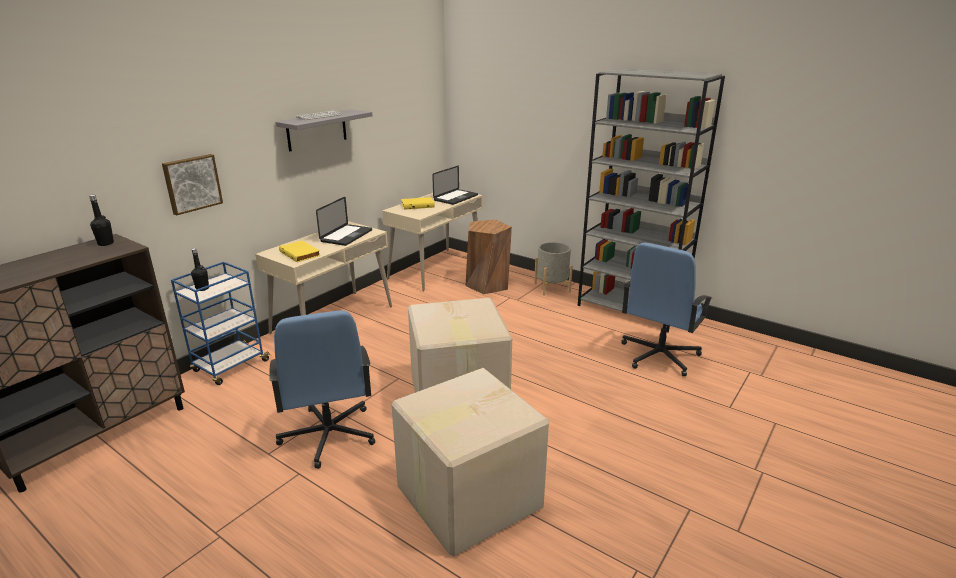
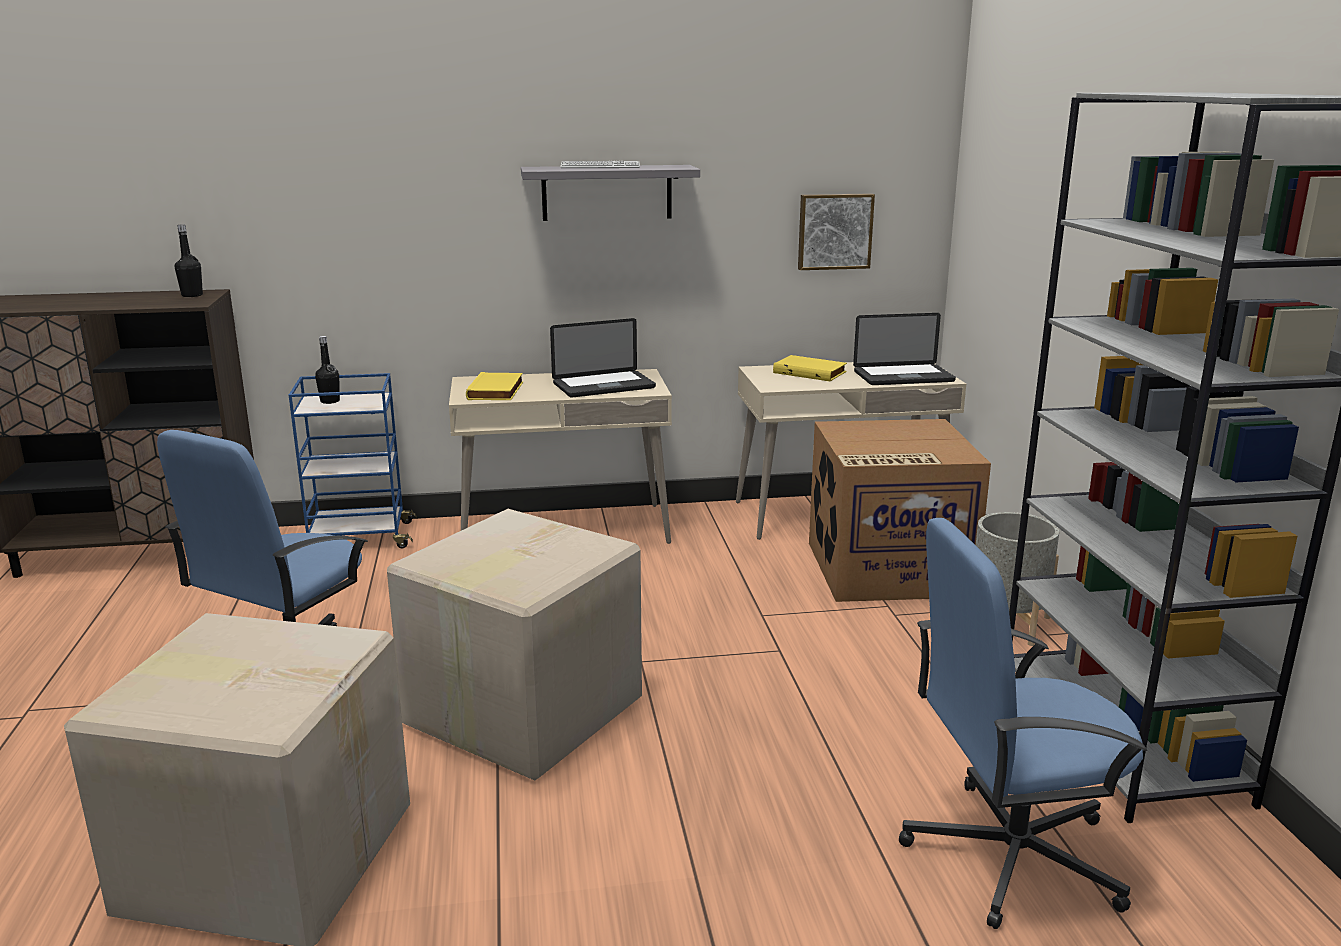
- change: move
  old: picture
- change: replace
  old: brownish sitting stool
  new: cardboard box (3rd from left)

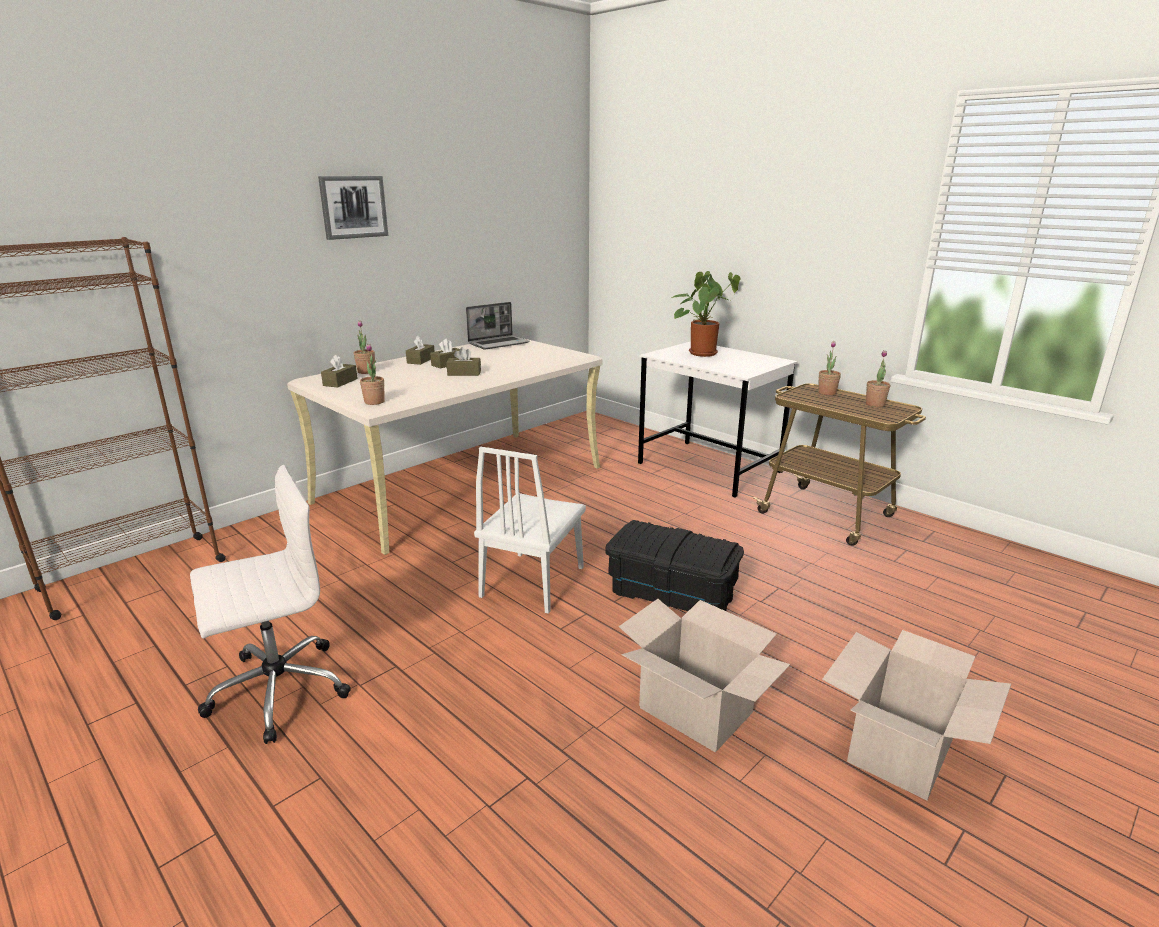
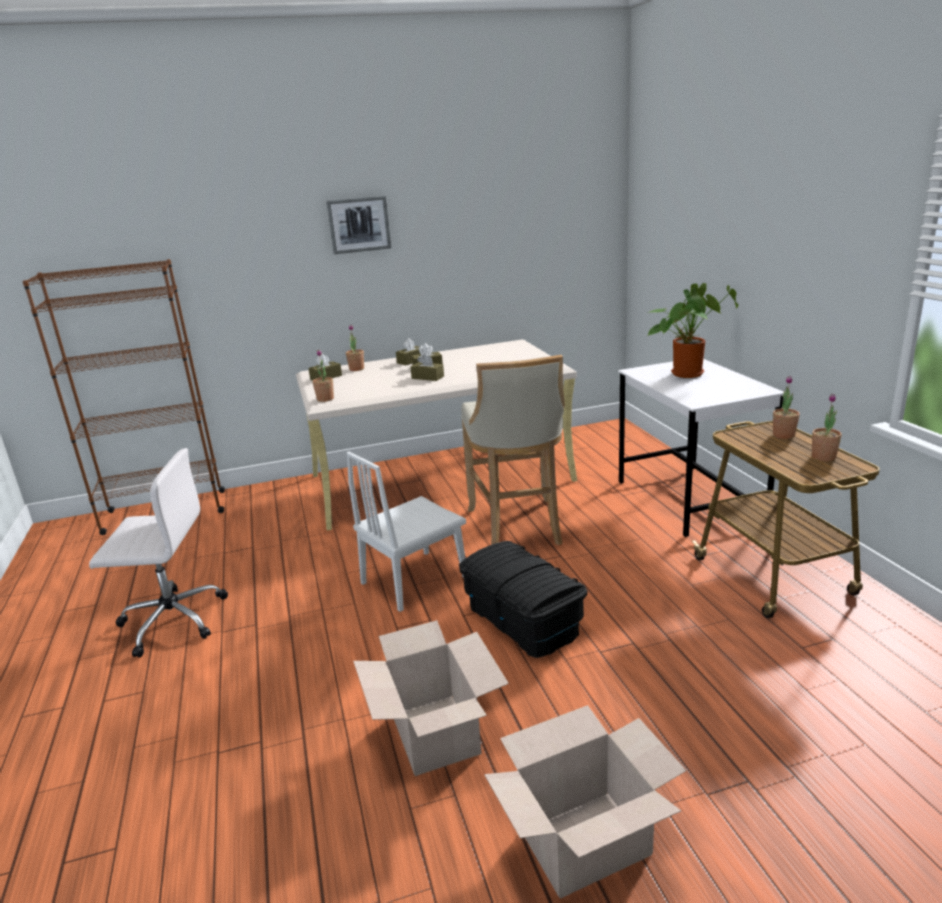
- change: delete
  old: portable computer
- change: insert
  new: beige sitting stool

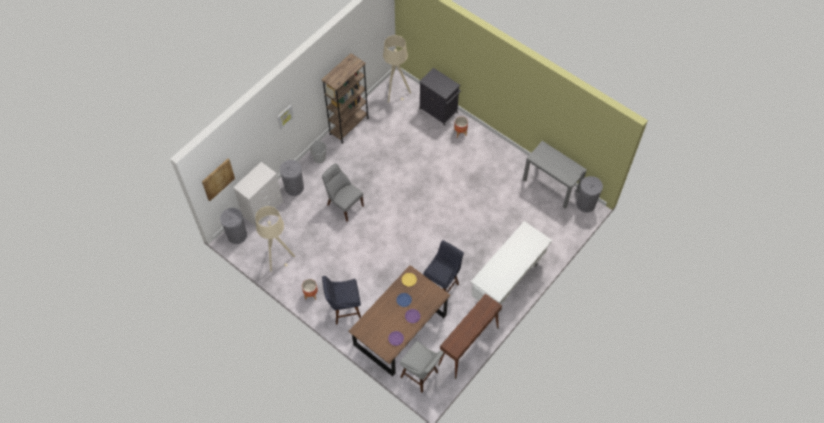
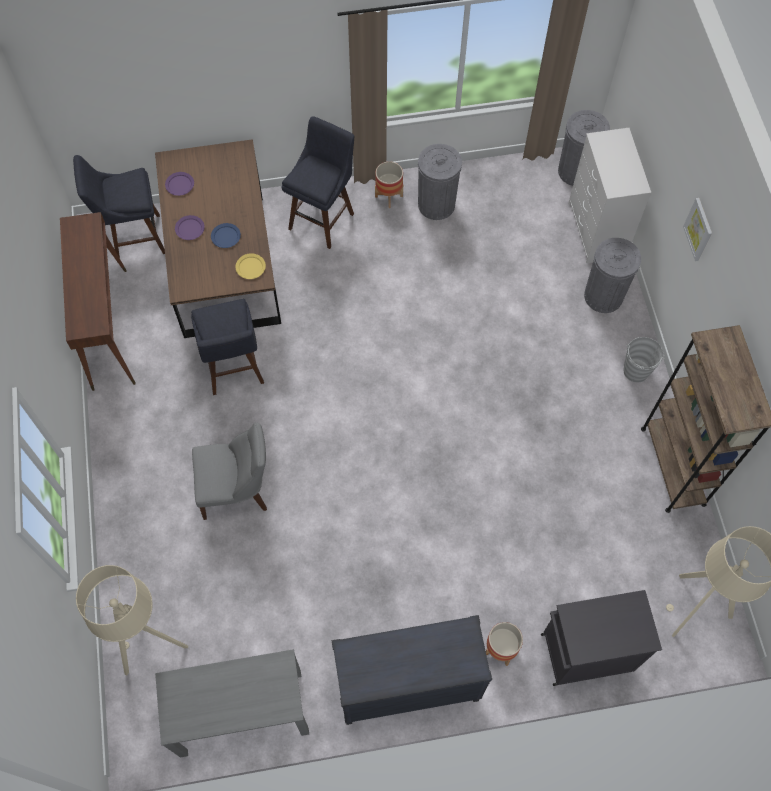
- change: delete
  old: picture (1st from left)
- change: move
  old: beige standing lamp (1st from left)
- change: move
  old: gray chair
- change: recolor
  old: gray sitting stool
  new: bluish sitting stool (1st from left)
- change: delete
  old: white-coloured desk
- change: move
  old: gray trash can (3rd from left in the first image)
  new: gray trash can (1st from left)
- change: insert
  new: black chest of drawers

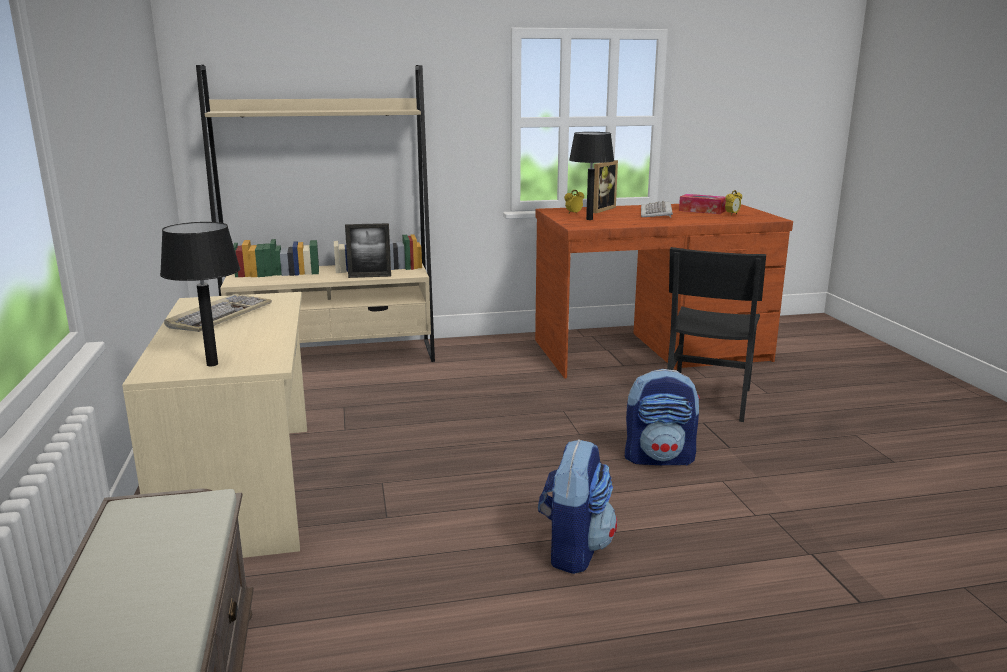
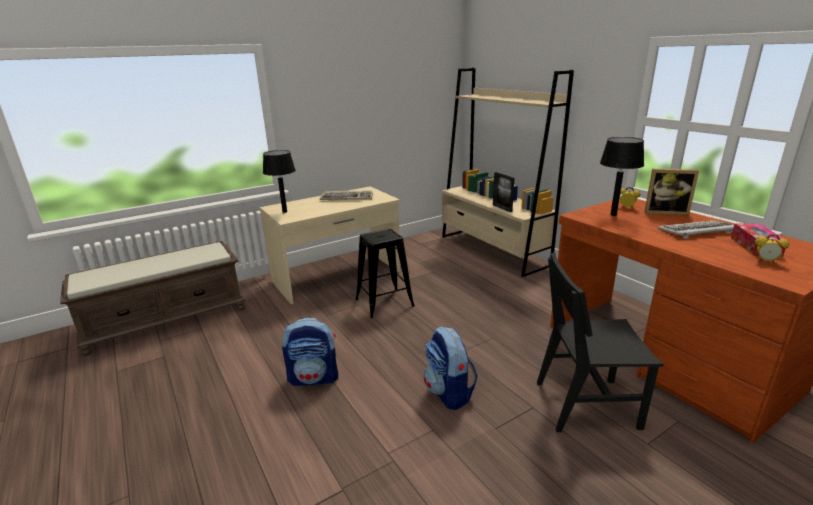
- change: insert
  new: black sitting stool

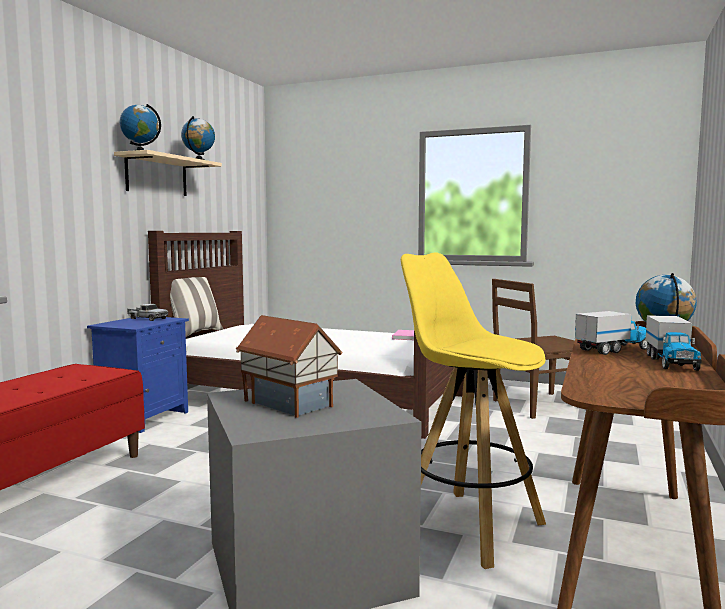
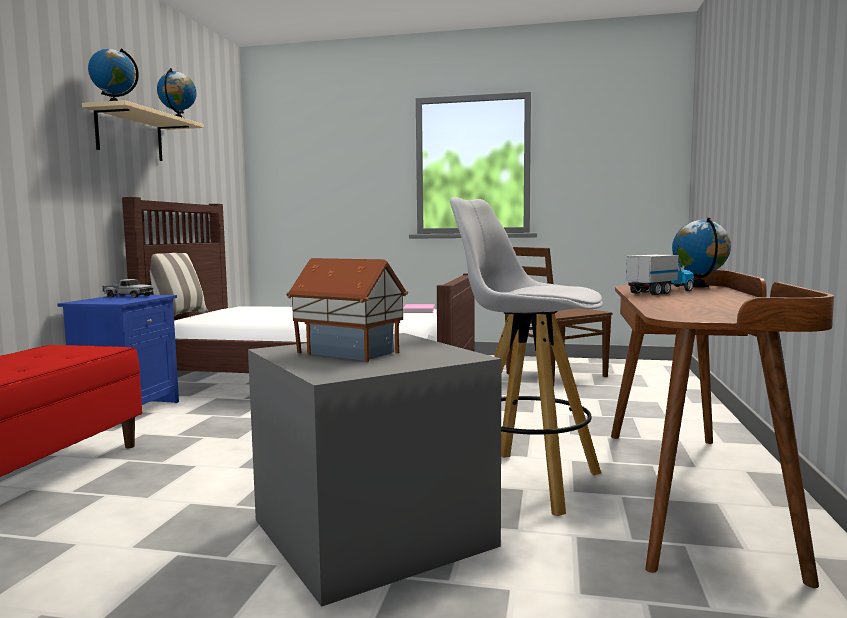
- change: recolor
  old: yellow sitting stool
  new: white-coloured sitting stool
- change: delete
  old: model truck (3rd from left)

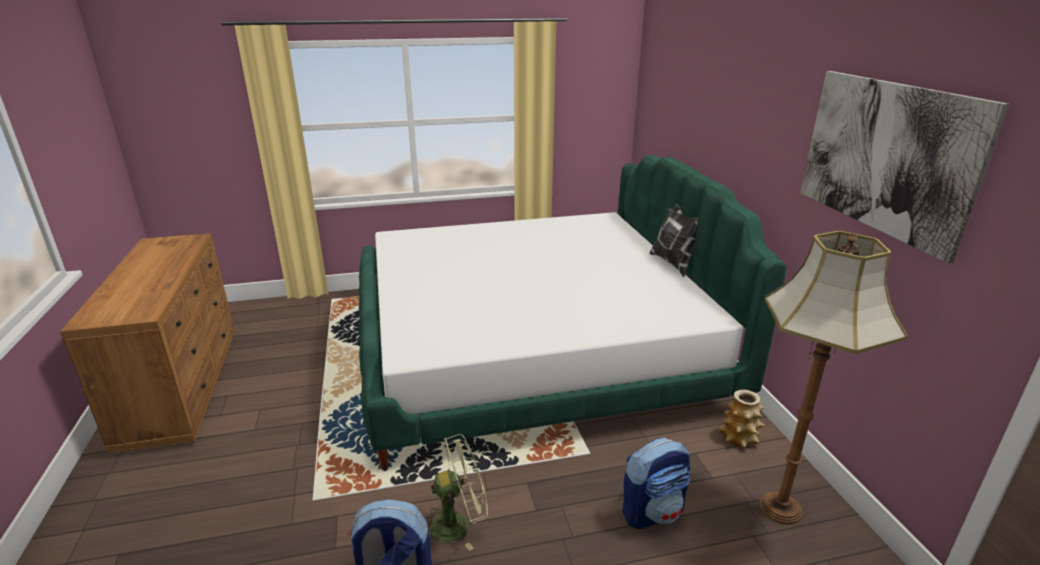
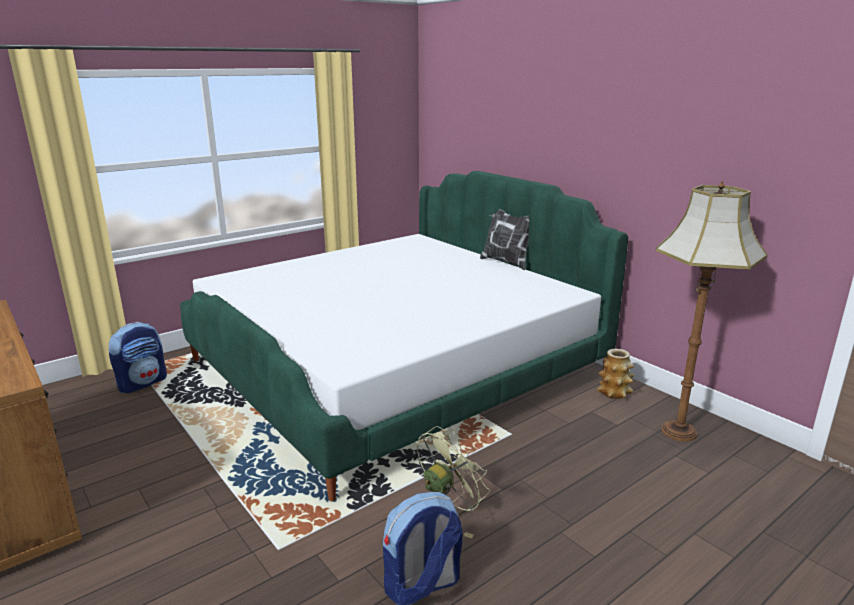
- change: move
  old: rucksack (2nd from left in the first image)
  new: rucksack (1st from left)
- change: delete
  old: picture

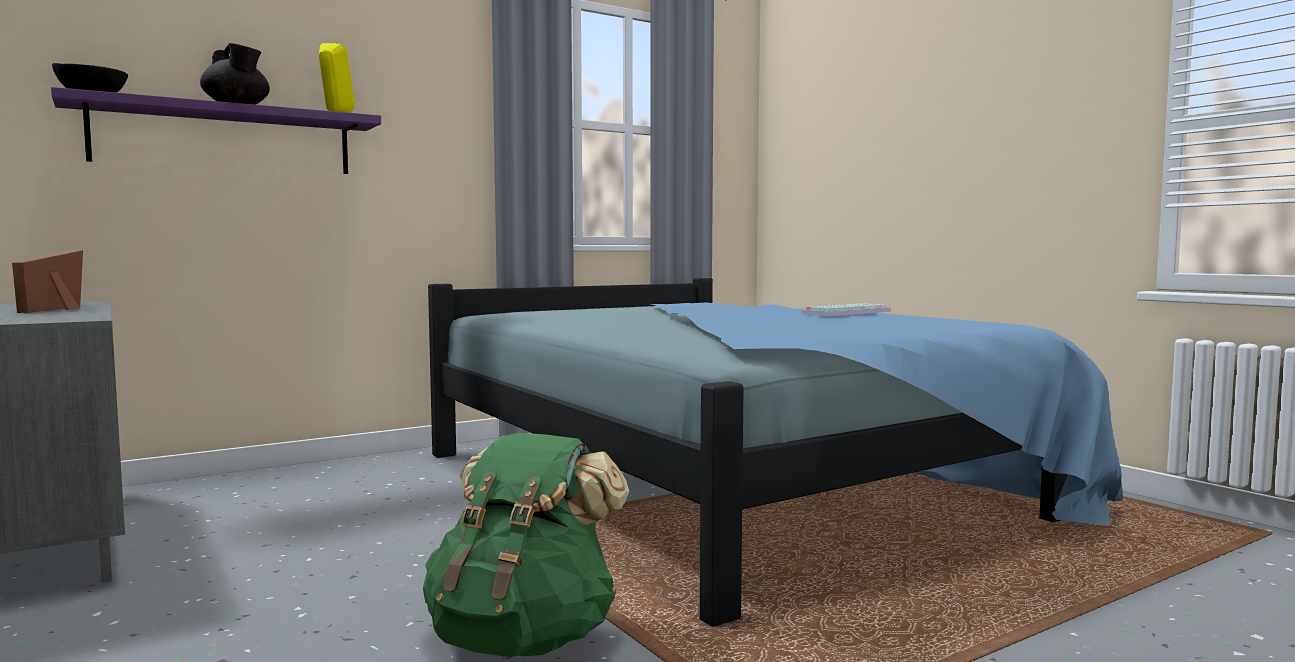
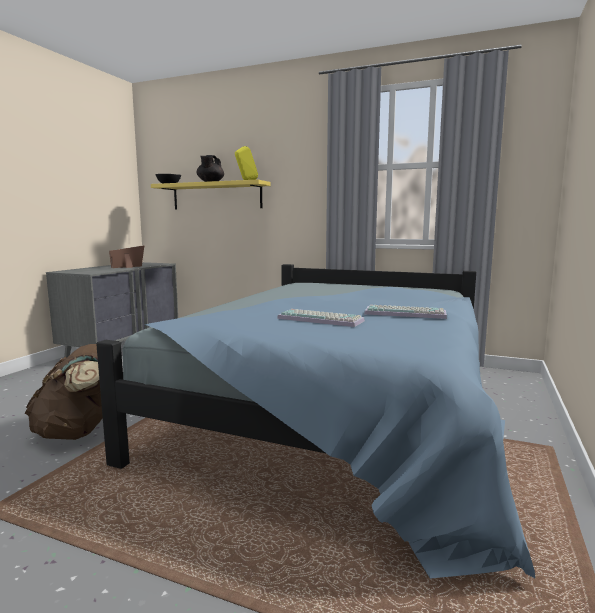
- change: recolor
  old: purple wall shelf
  new: yellow wall shelf
- change: recolor
  old: green-coloured rucksack
  new: brownish rucksack
- change: insert
  new: computer keyboard (1st from left)

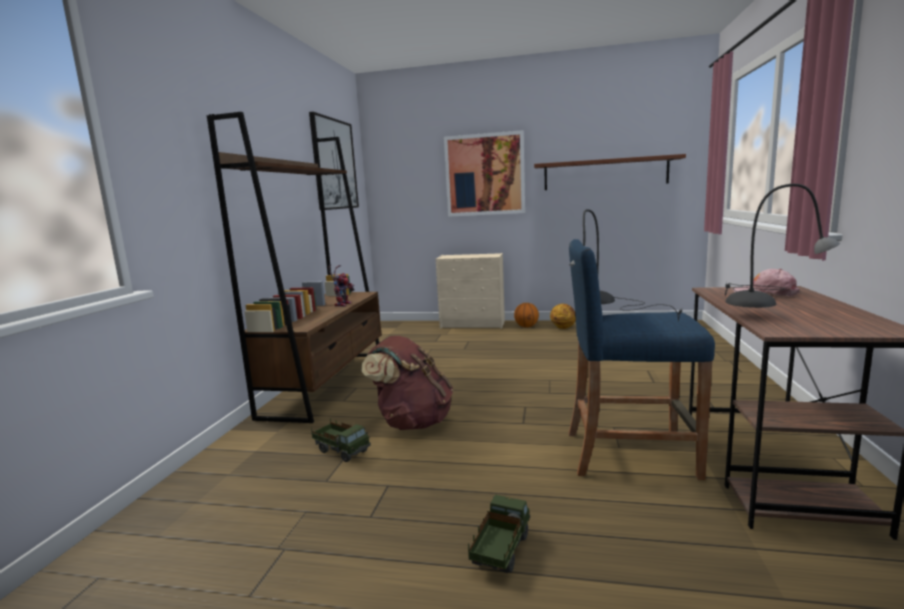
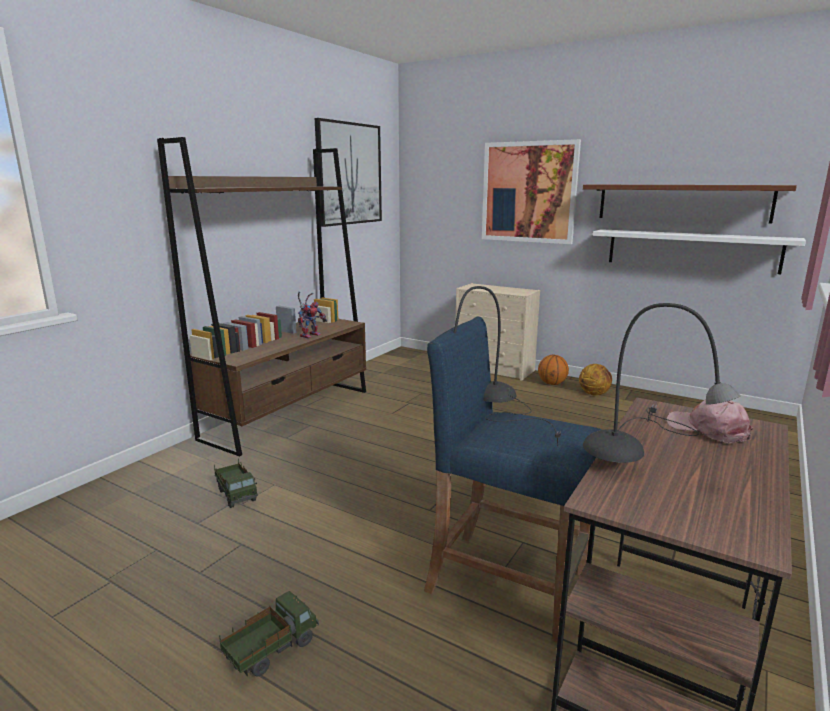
- change: delete
  old: brownish rucksack
- change: insert
  new: white-coloured wall shelf

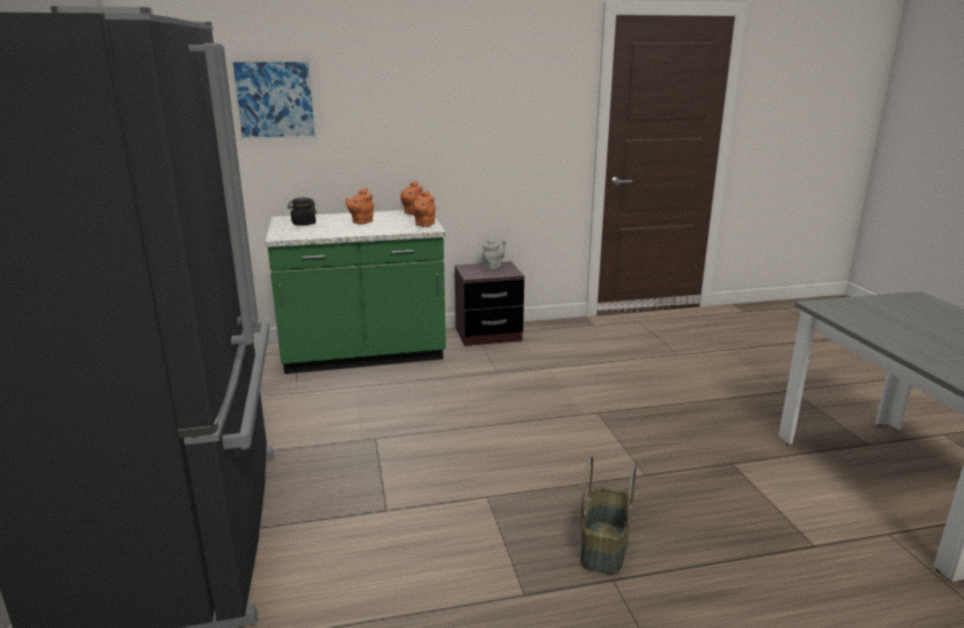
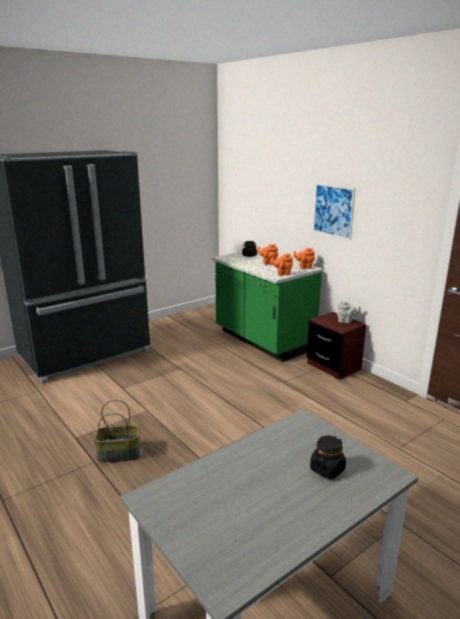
- change: move
  old: picture
- change: insert
  new: black storage jar (2nd from left)

